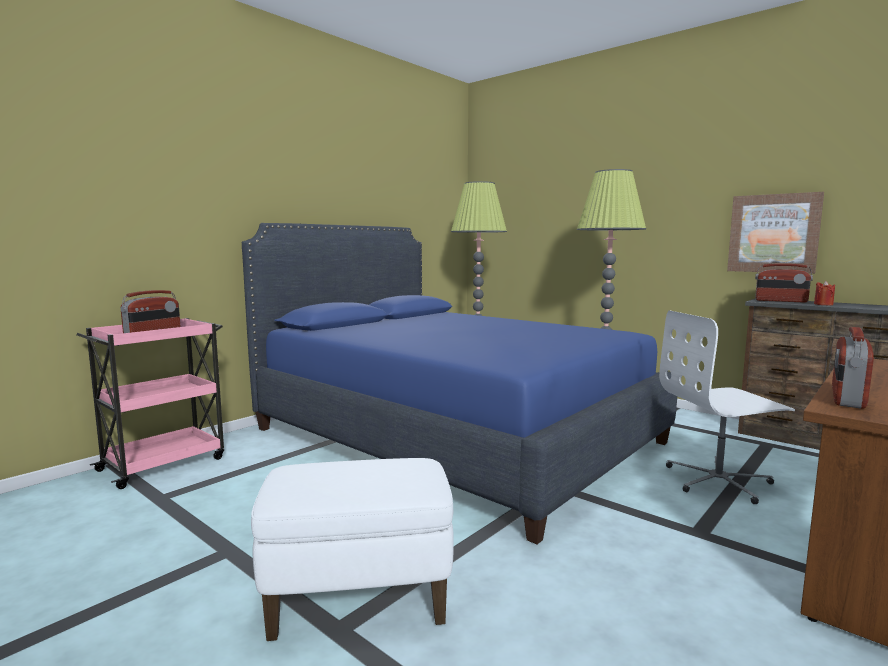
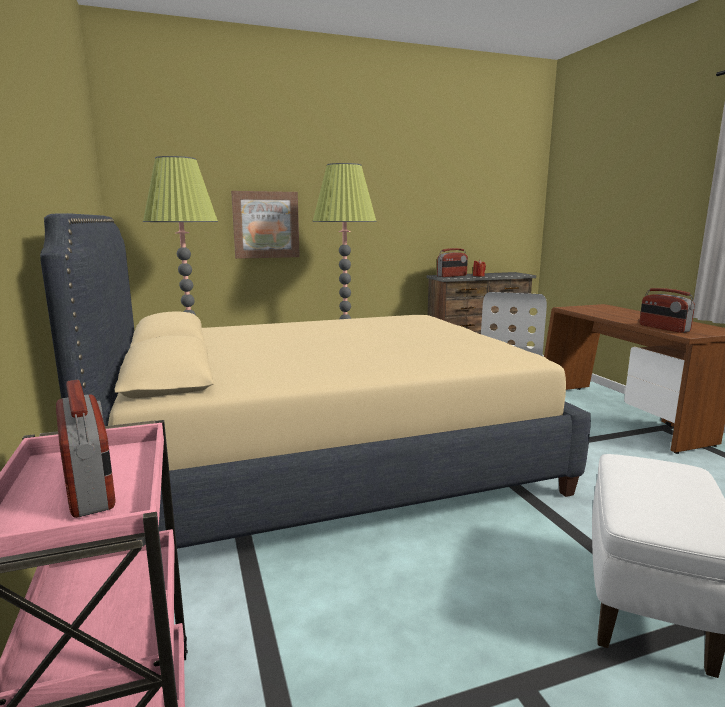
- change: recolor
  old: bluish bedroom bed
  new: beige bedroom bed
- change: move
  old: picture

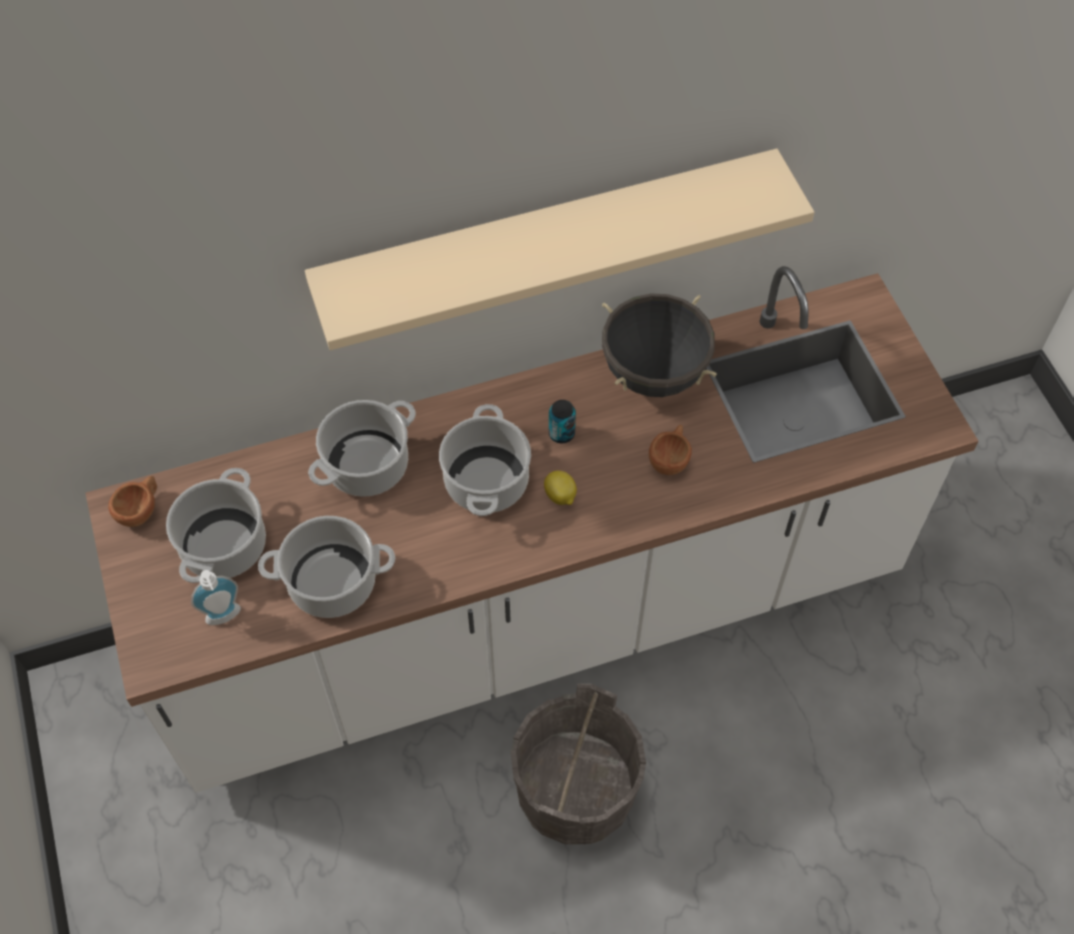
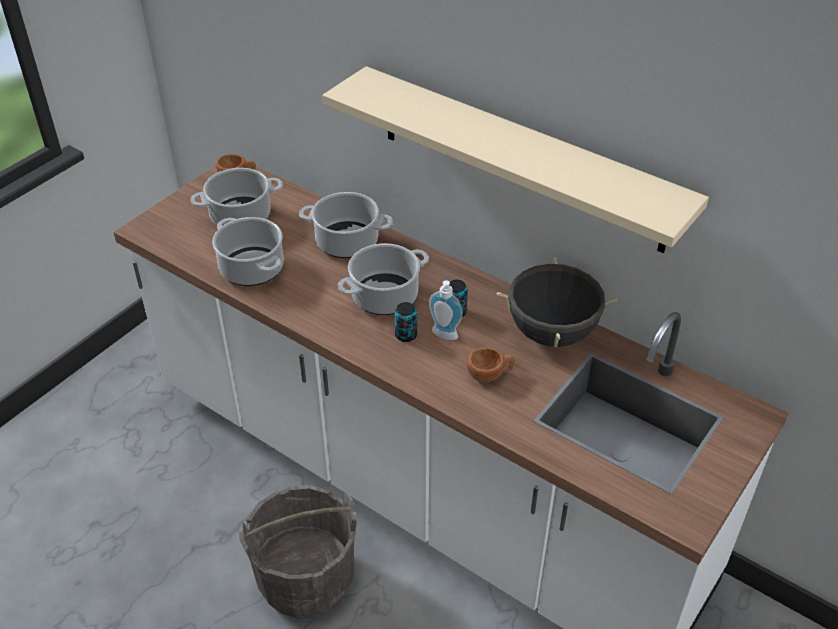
- change: move
  old: soap bottle
- change: replace
  old: whole lemon
  new: sealed can (1st from left)

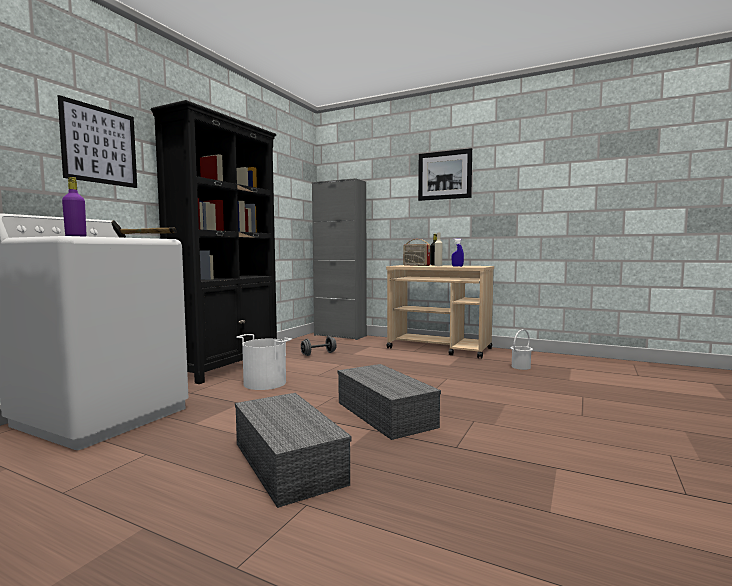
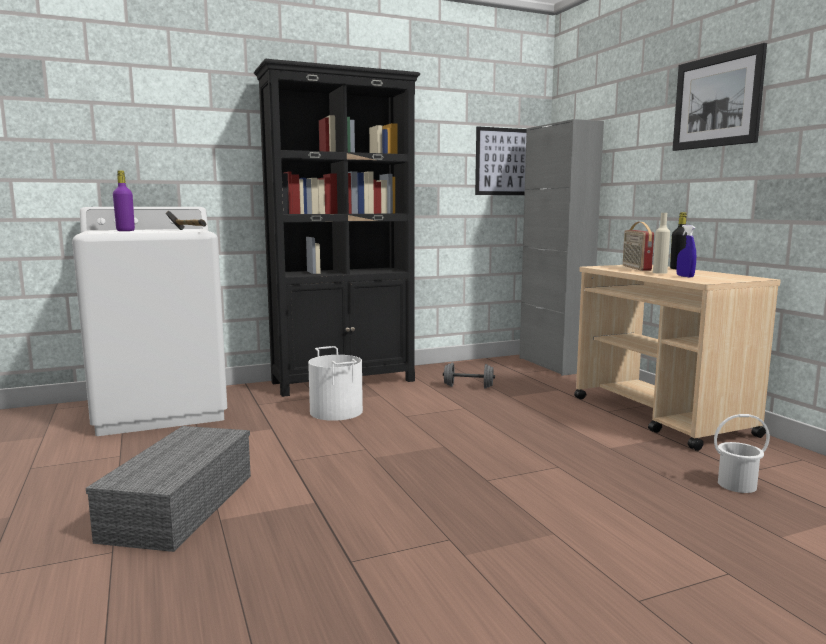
- change: move
  old: picture (1st from left)
- change: delete
  old: gray storage bin (2nd from left)

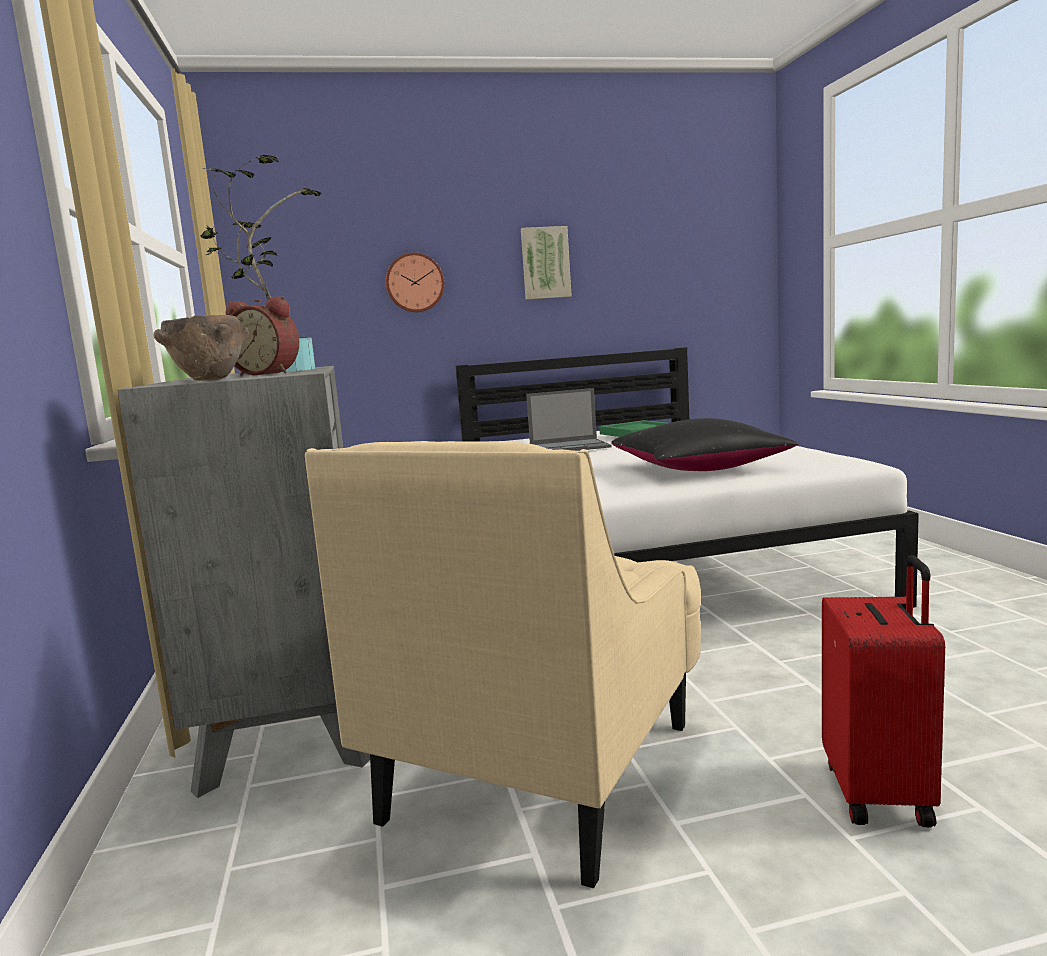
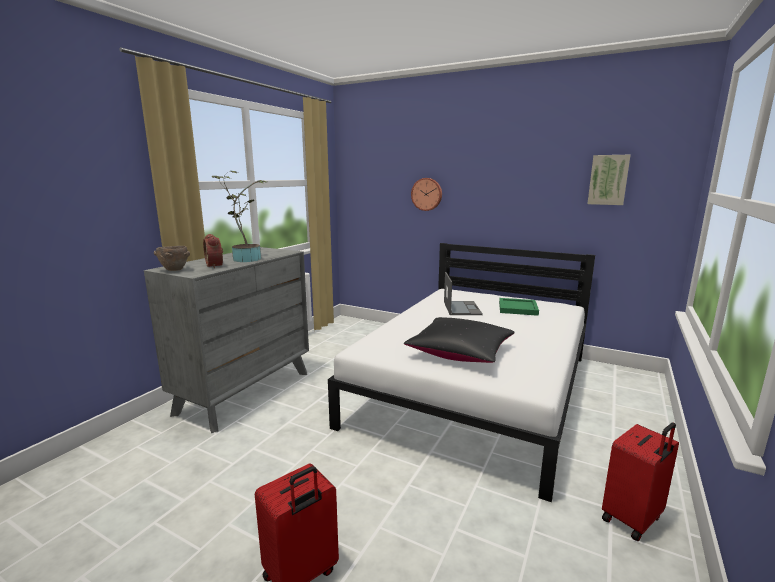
- change: delete
  old: beige armchair
- change: move
  old: picture
- change: rotate
  old: portable computer
  degrees: -120
- change: insert
  new: reddish travel case (2nd from left)

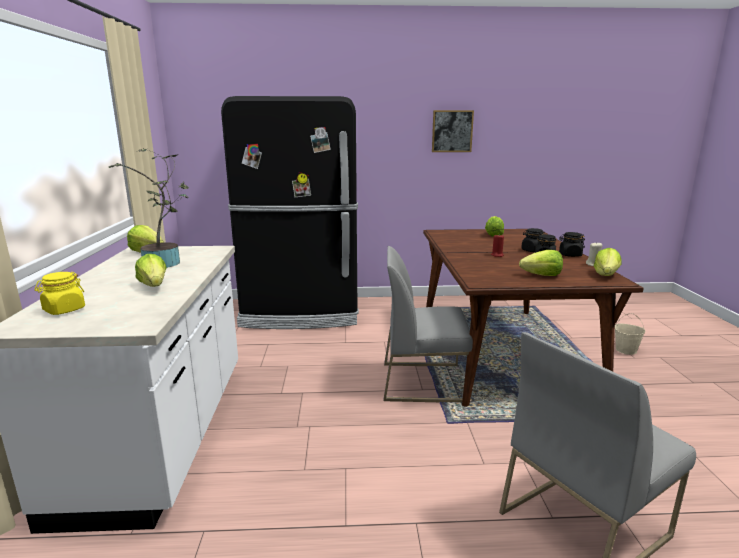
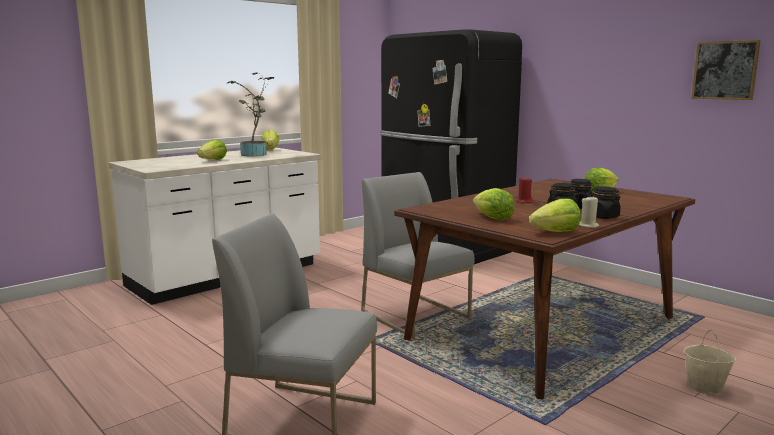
- change: delete
  old: yellow storage jar
- change: move
  old: picture

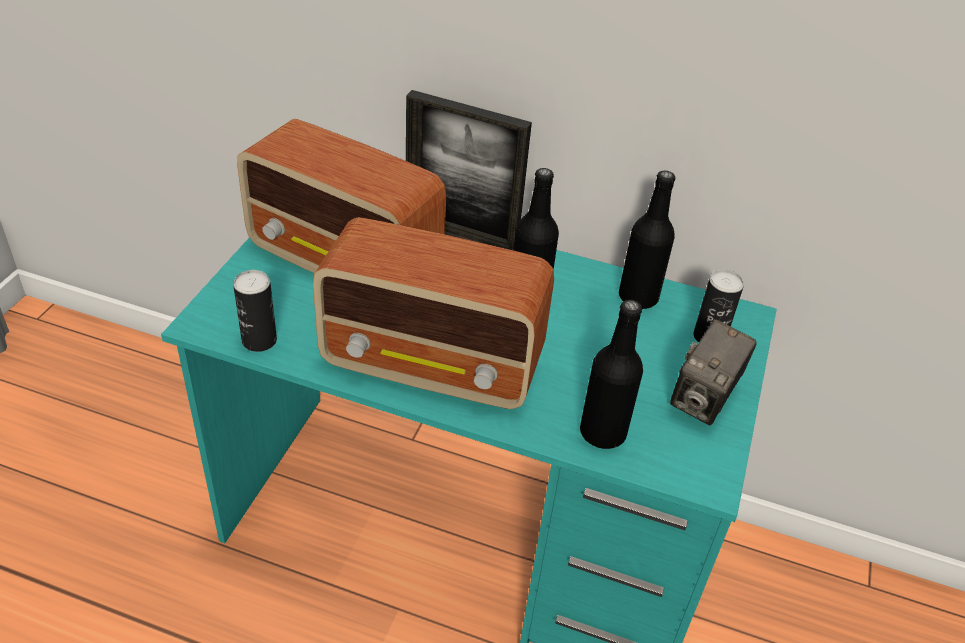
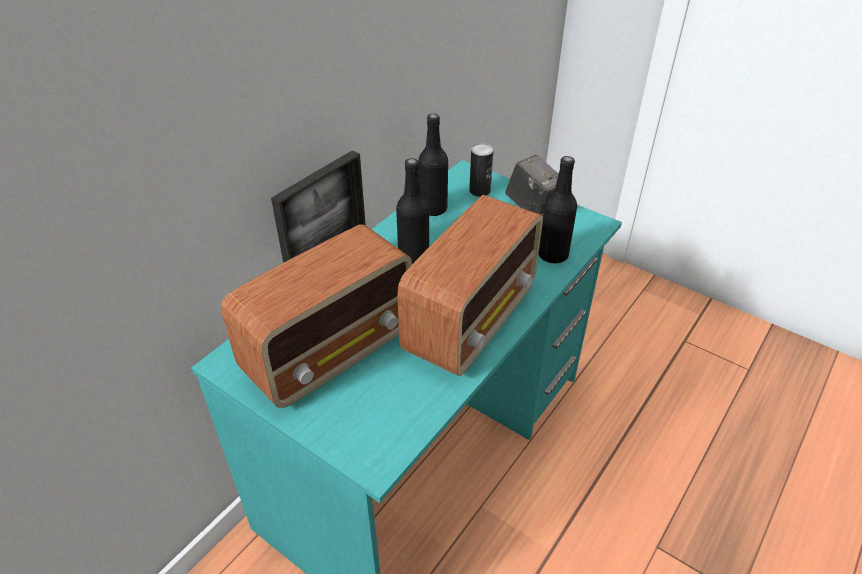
- change: delete
  old: sealed can (1st from left)

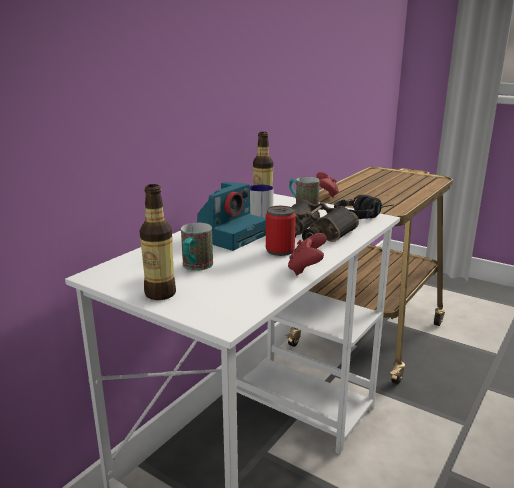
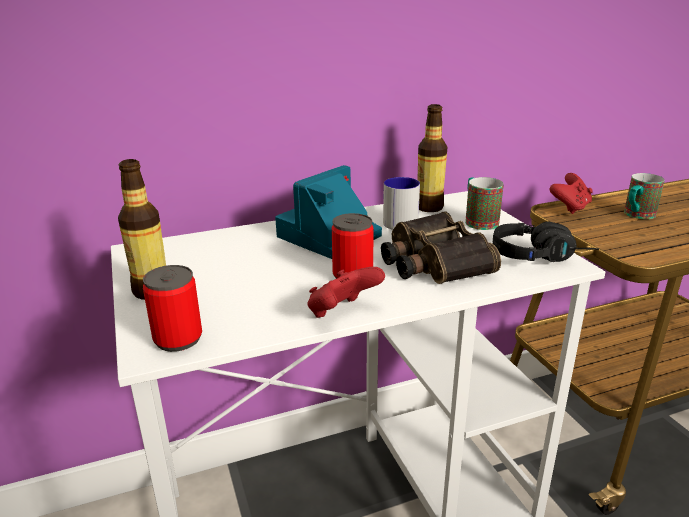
- change: move
  old: tea mug (1st from left in the first image)
  new: tea mug (3rd from left)
- change: rotate
  old: photo camera
  degrees: 150
- change: insert
  new: sealed can (1st from left)

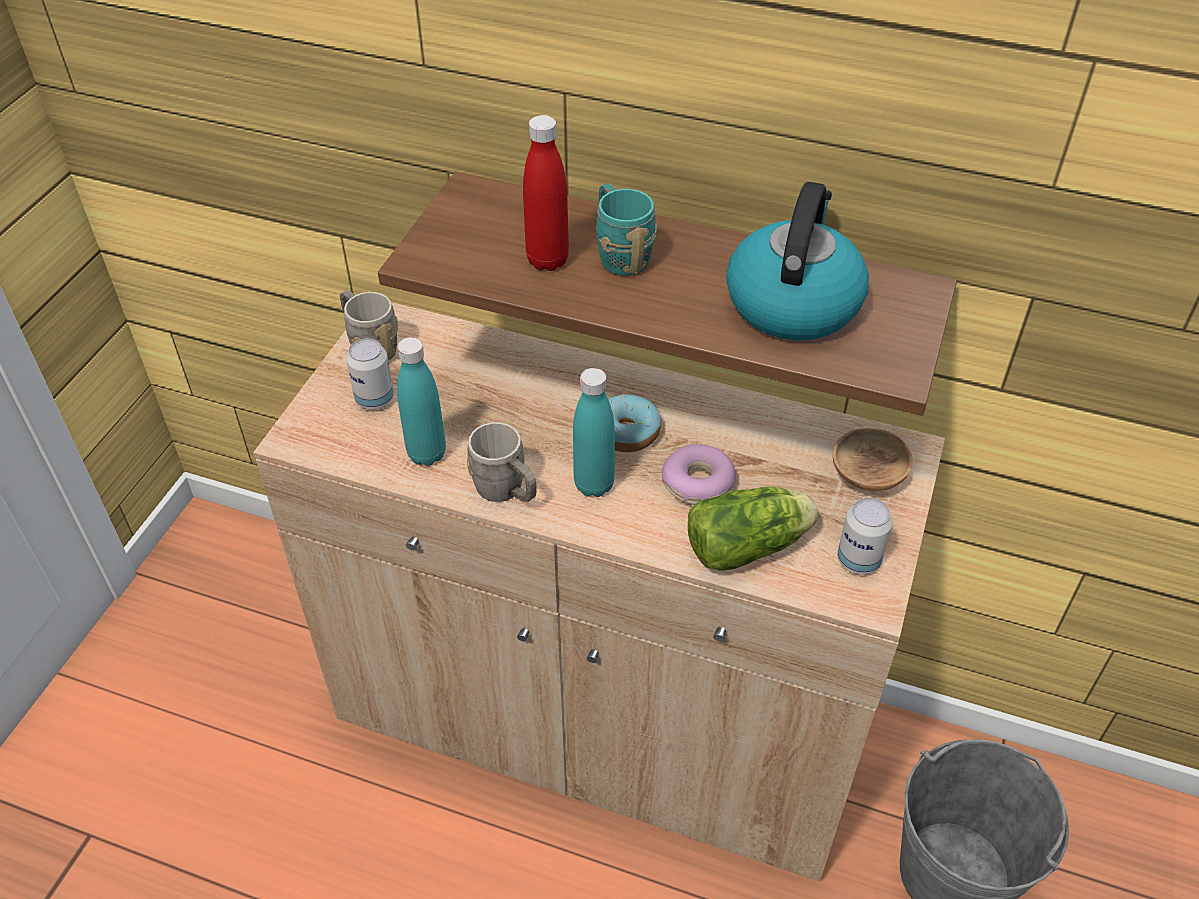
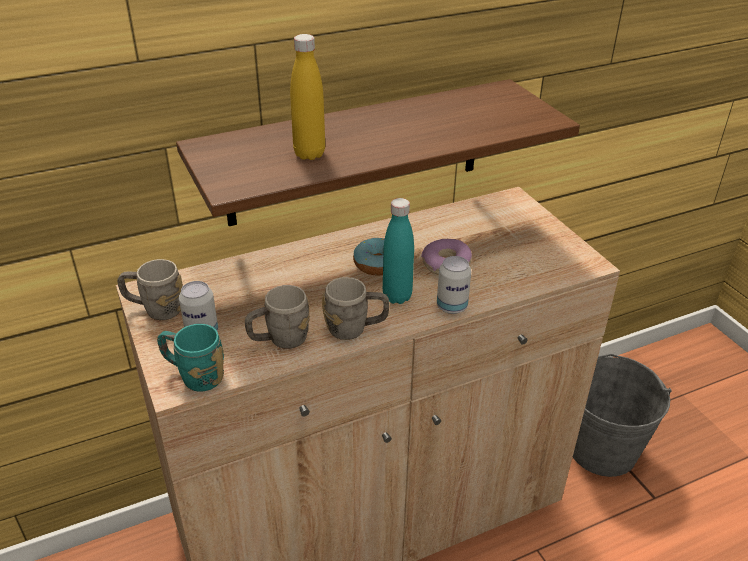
- change: replace
  old: turquoise-coloured bottle (1st from left)
  new: gray tea mug (2nd from left)
- change: recolor
  old: reddish bottle
  new: yellow bottle
- change: move
  old: turquoise-coloured tea mug
- change: delete
  old: head of lettuce
- change: delete
  old: kettle
- change: delete
  old: brownish serving bowl
- change: move
  old: sealed can (2nd from left)

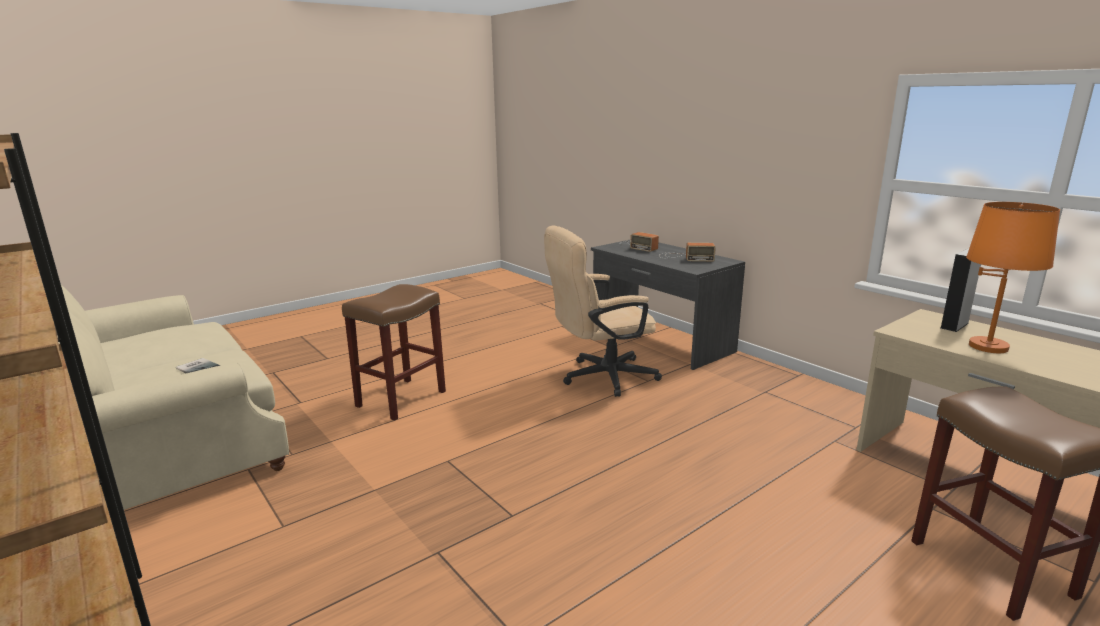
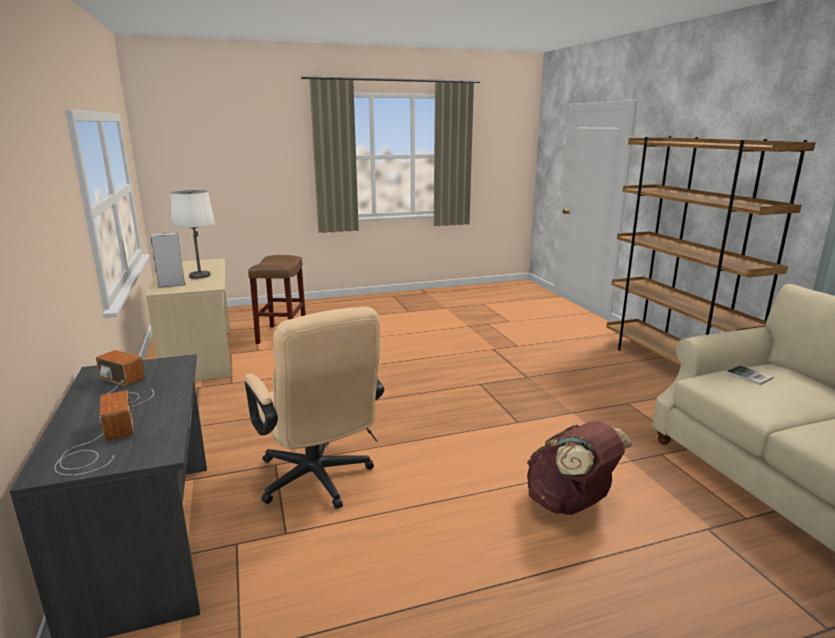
- change: replace
  old: brownish sitting stool (1st from left)
  new: brownish rucksack
- change: rotate
  old: beige computer chair
  degrees: 60
- change: recolor
  old: orange table lamp
  new: white-coloured table lamp

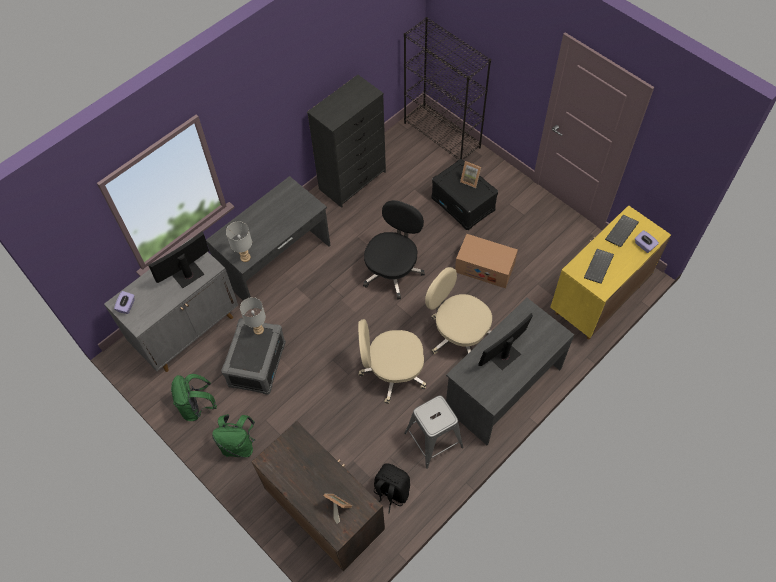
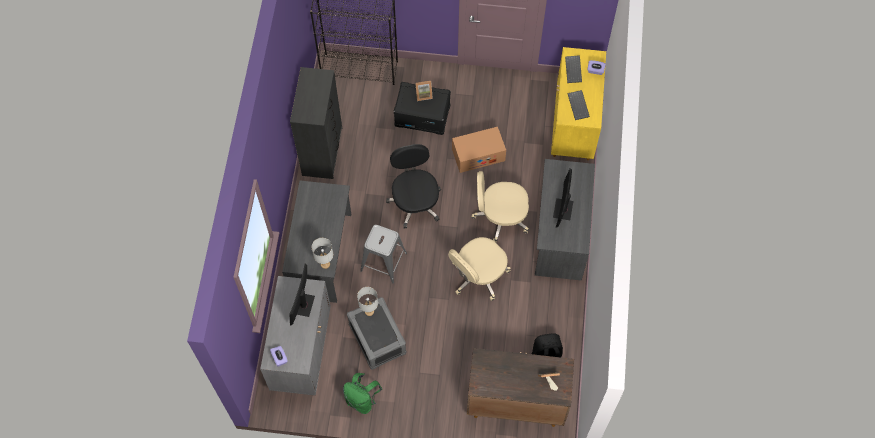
- change: delete
  old: green-coloured rucksack (2nd from left)
- change: move
  old: gray sitting stool

